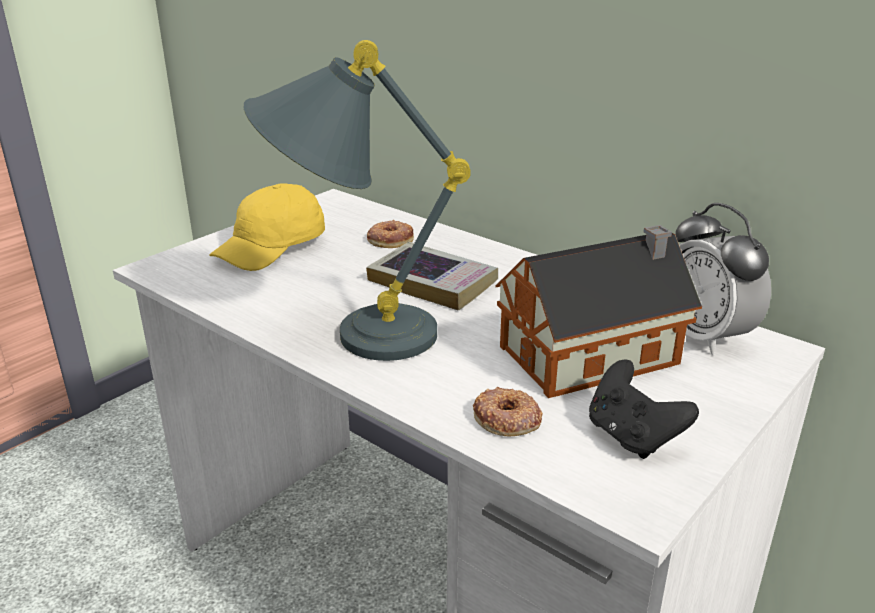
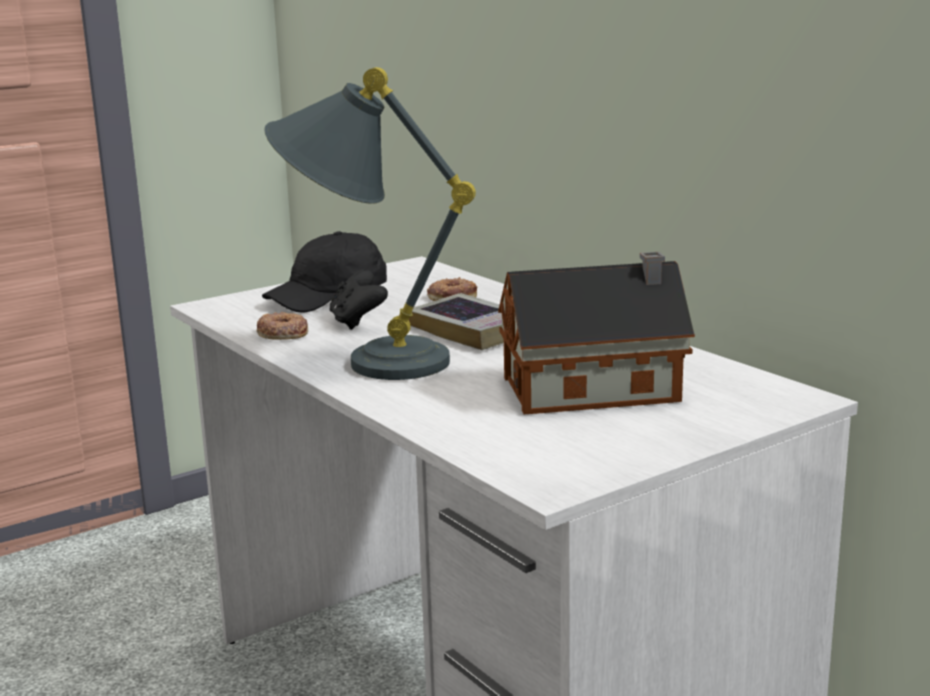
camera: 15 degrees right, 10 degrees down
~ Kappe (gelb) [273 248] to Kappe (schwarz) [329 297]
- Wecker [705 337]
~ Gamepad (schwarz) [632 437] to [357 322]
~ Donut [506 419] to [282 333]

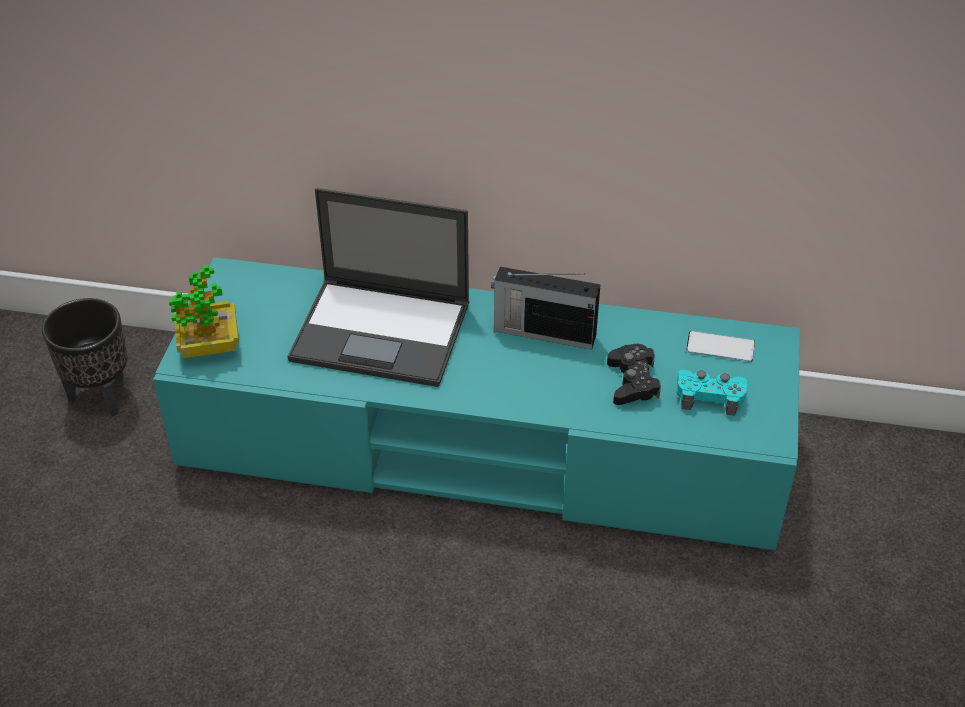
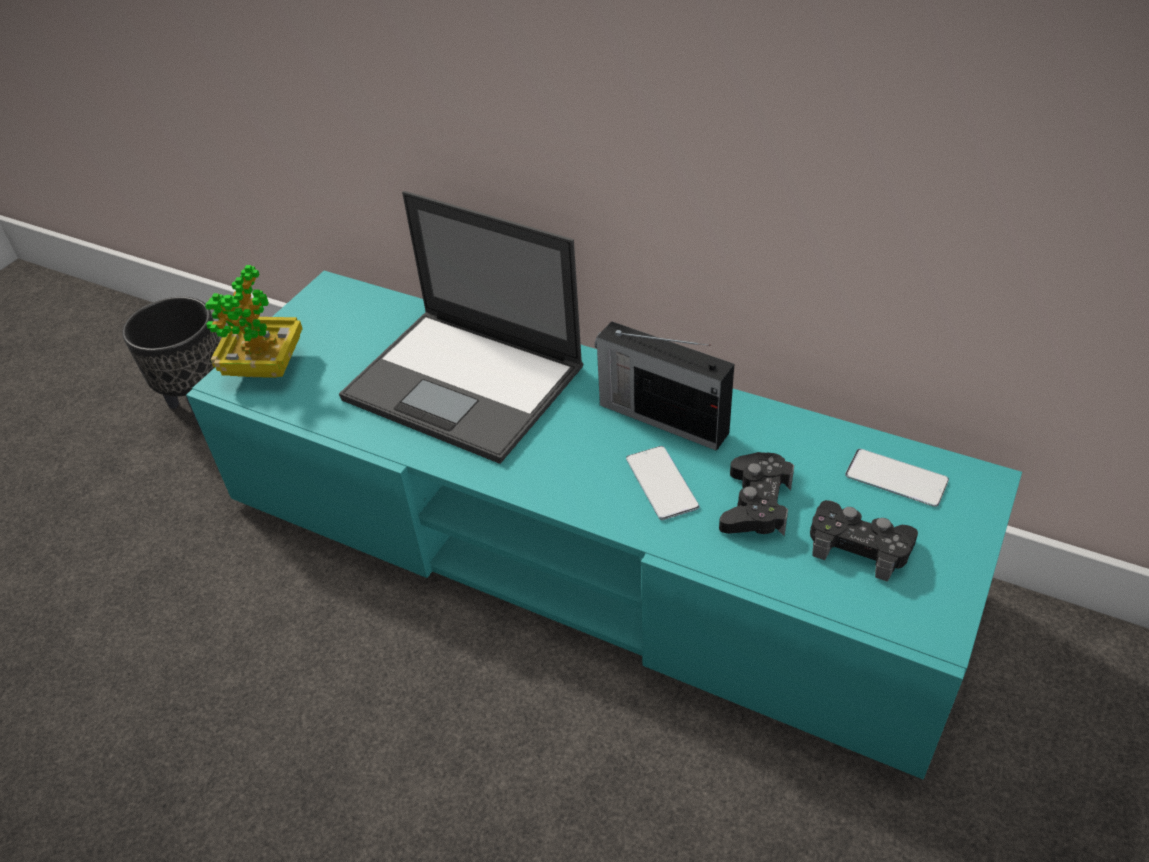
camera: 20 degrees right, 0 degrees up
~ Gamepad (türkis) [710 396] to Gamepad (schwarz) [859 546]
+ Handy [661 483]

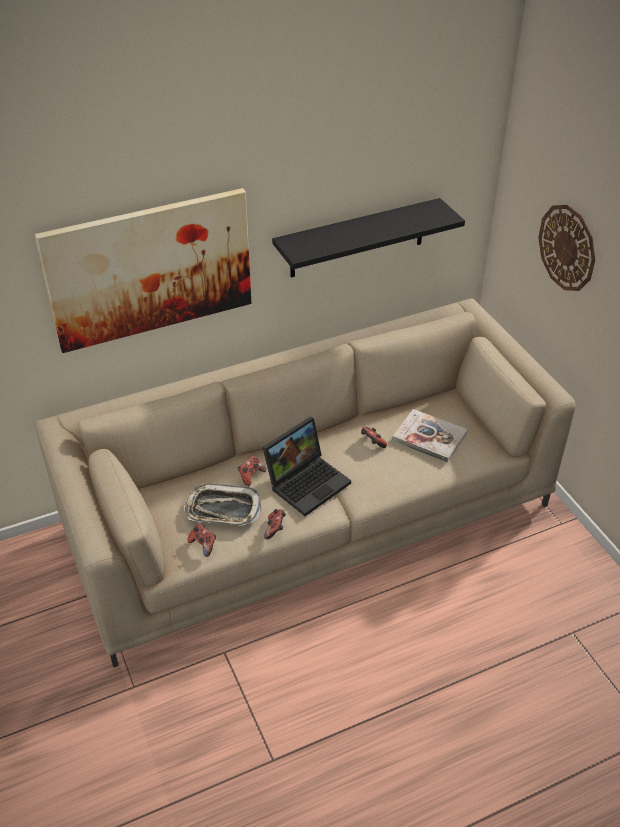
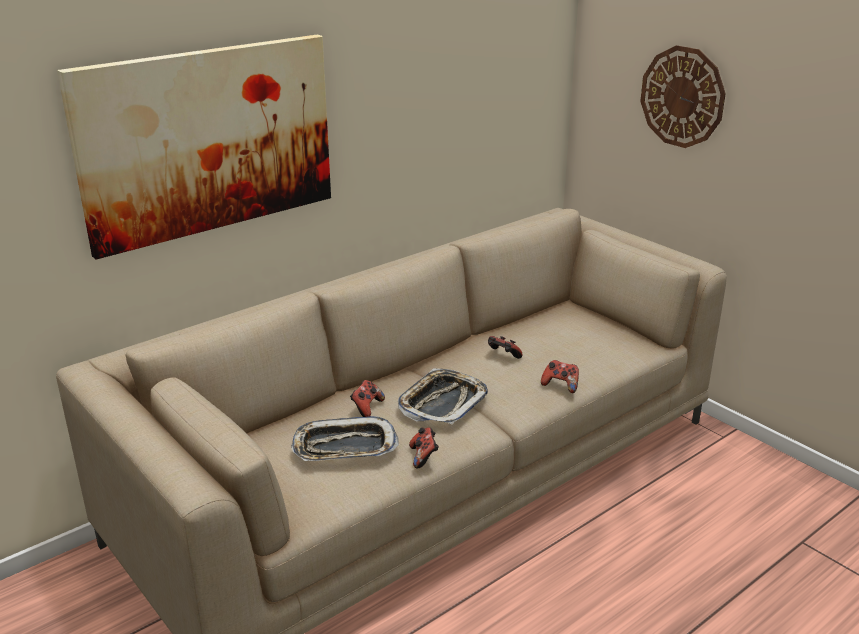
camera: 15 degrees left, 15 degrees down
- Wandregal (schwarz) [357 238]
- Buch [429 437]
~ Laptop [307 481] to Tablett [442 403]
~ Gamepad [203 545] to [560 385]

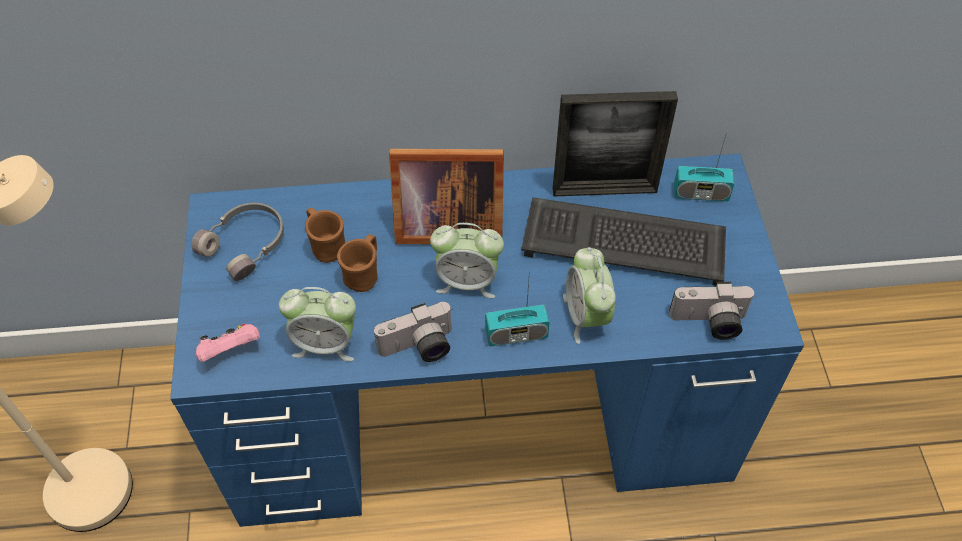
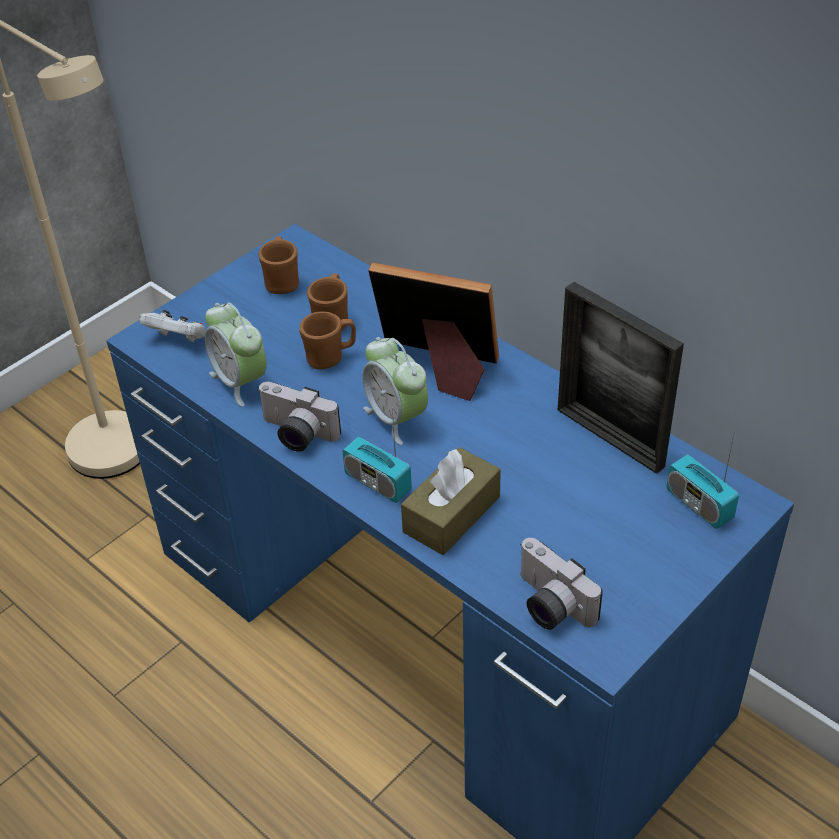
camera: 50 degrees right, 10 degrees down
~ Bilderrahmen [444 224] = [438 367] 150 degrees clockwise
- Tastatur [626 241]
~ Kopfhörer (grau) [246 245] to Henkelbecher (braun) [282 281]
~ Wecker [586 316] to Taschentuchbox (braun) [451 514]
~ Gamepad (rosa) [230 351] to Gamepad (weiß) [178 339]

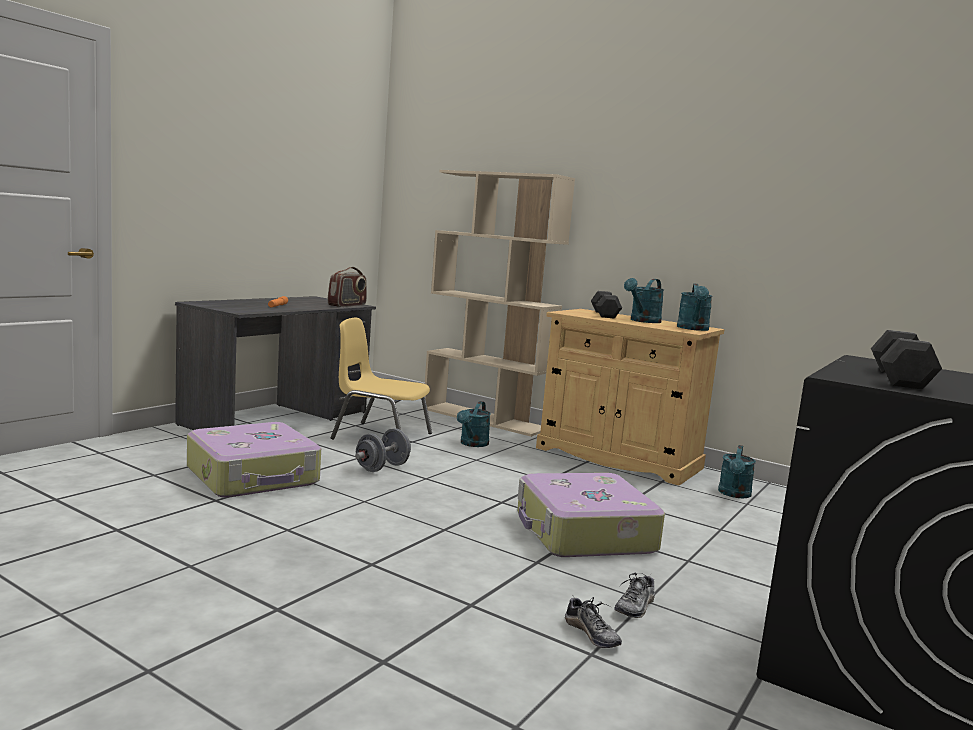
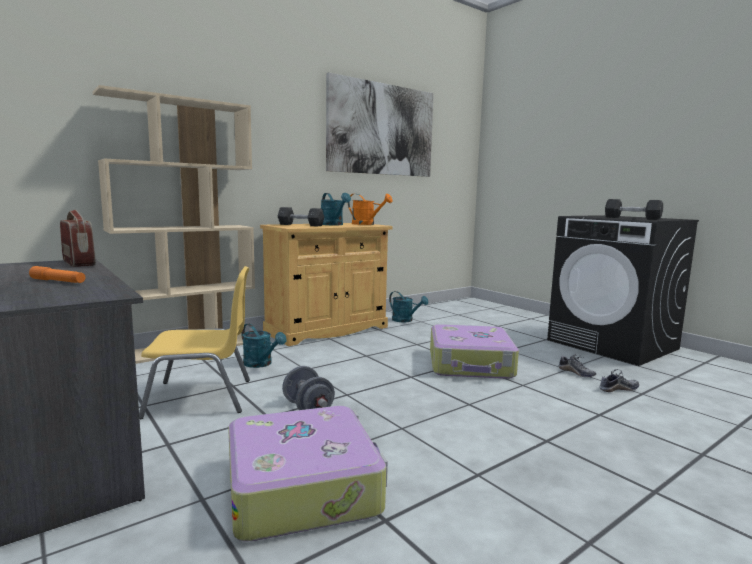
camera: 70 degrees left, 0 degrees up
~ Gießkanne (türkis) [693 329] to Gießkanne (orange) [367 224]
~ Stuhl (gelb) [380 436] = [201 398] 135 degrees counterclockwise
+ Bild [381 129]

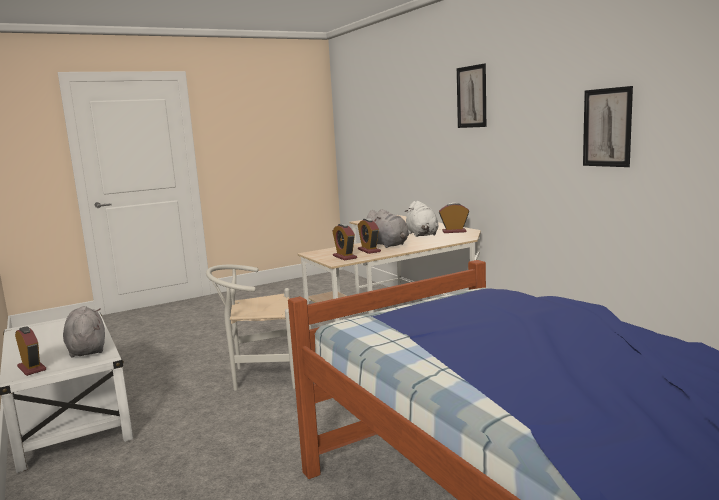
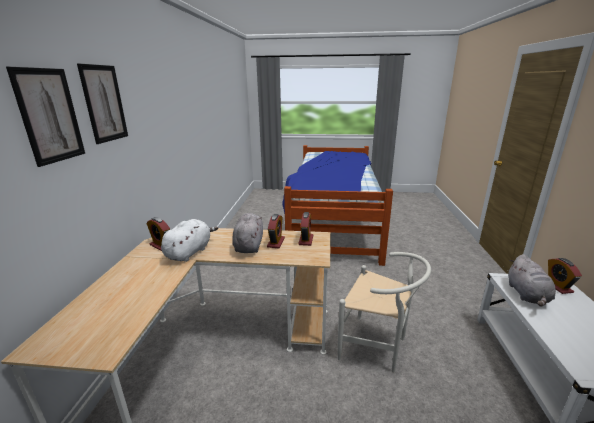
camera: 145 degrees left, 10 degrees up
~ Bild [607 127] to [49 116]

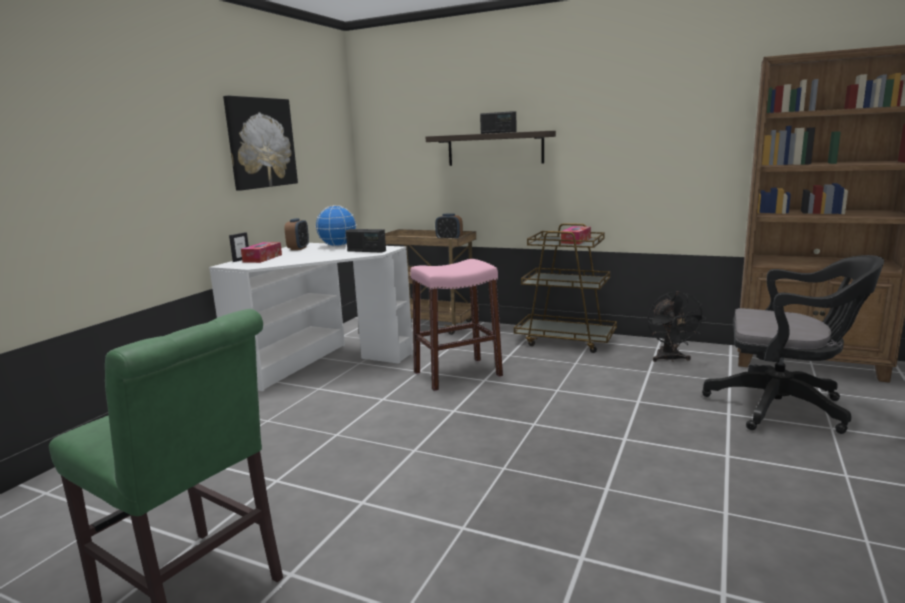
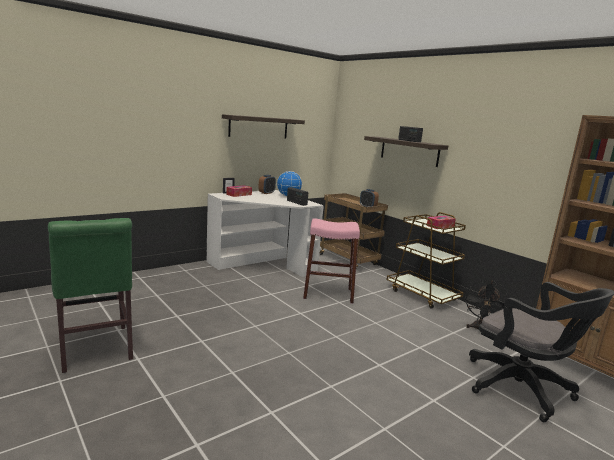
camera: 25 degrees right, 0 degrees up
~ Bild [260 143] to Wandregal [258 127]

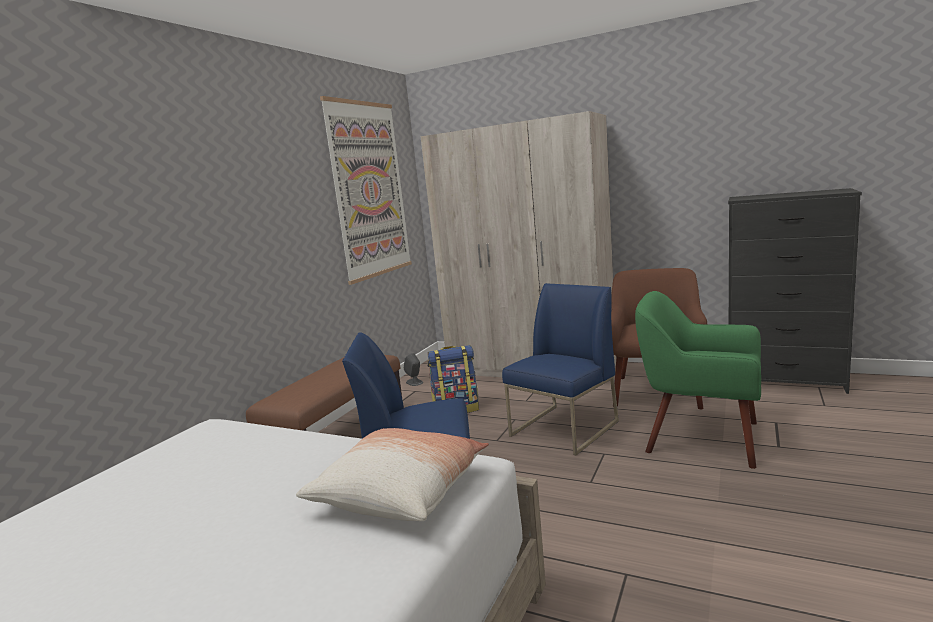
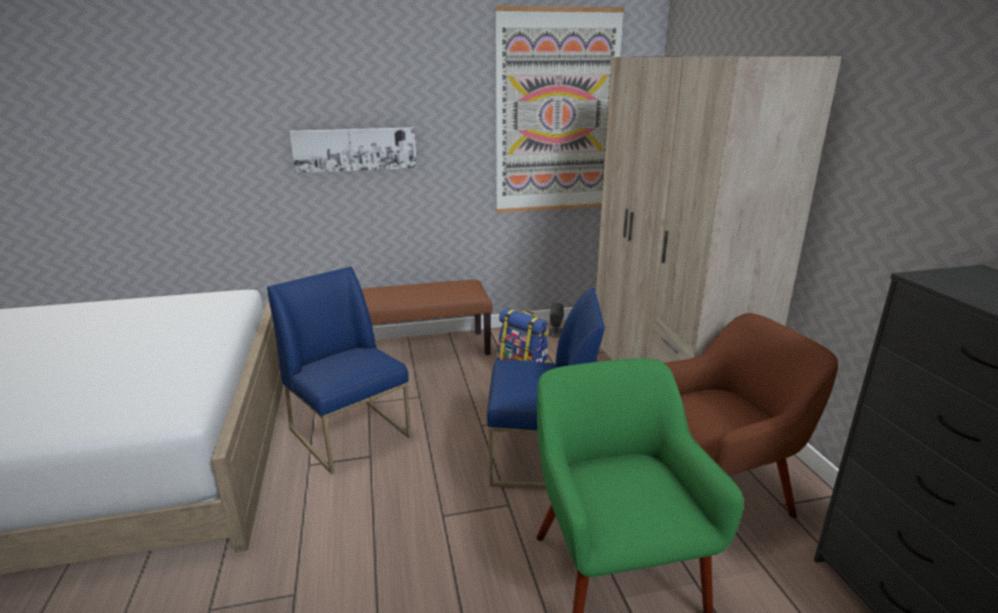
camera: 50 degrees right, 10 degrees up
- Kissen [401 492]
+ Bild [355 149]

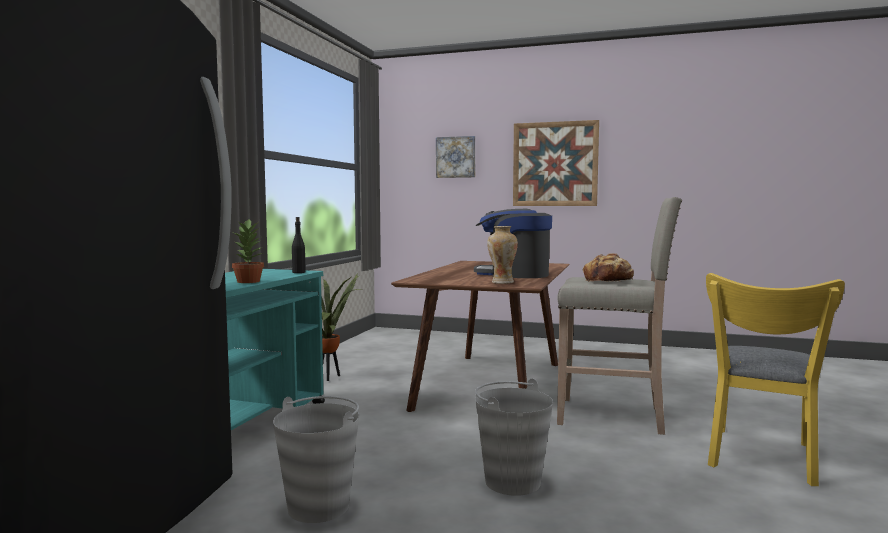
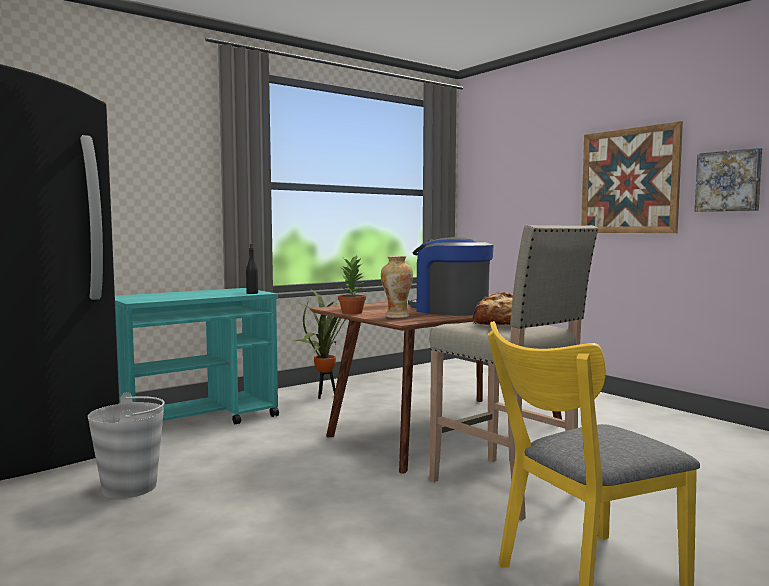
camera: 35 degrees right, 0 degrees up
~ Bild [456 157] to [728 181]
~ Topfpflanze [249 281] to [352 313]
- Eimer (grau) [512 481]

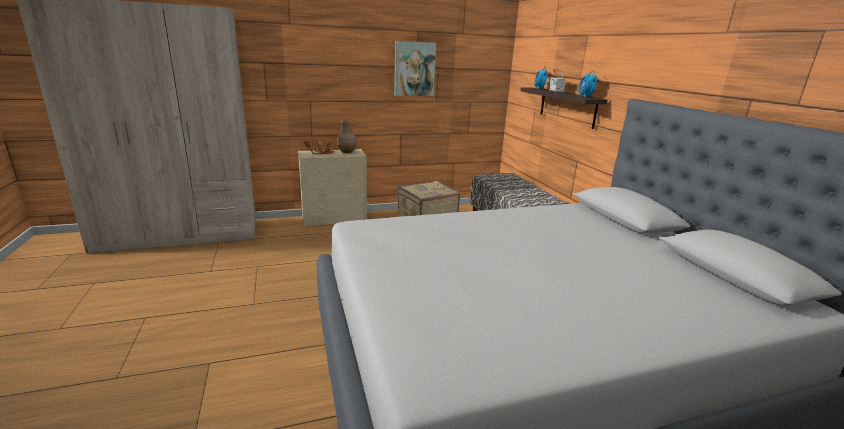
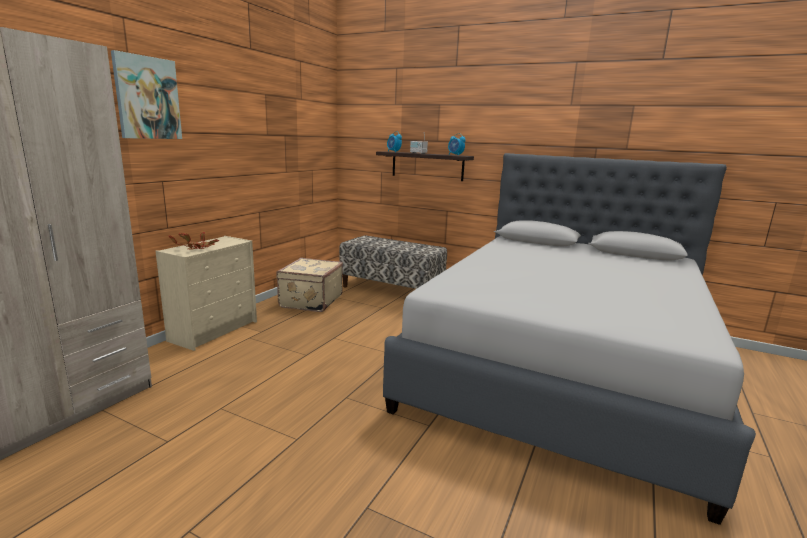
camera: 45 degrees left, 5 degrees down
~ Bild [414 69] to [147 98]
- Vase (braun) [346 152]

